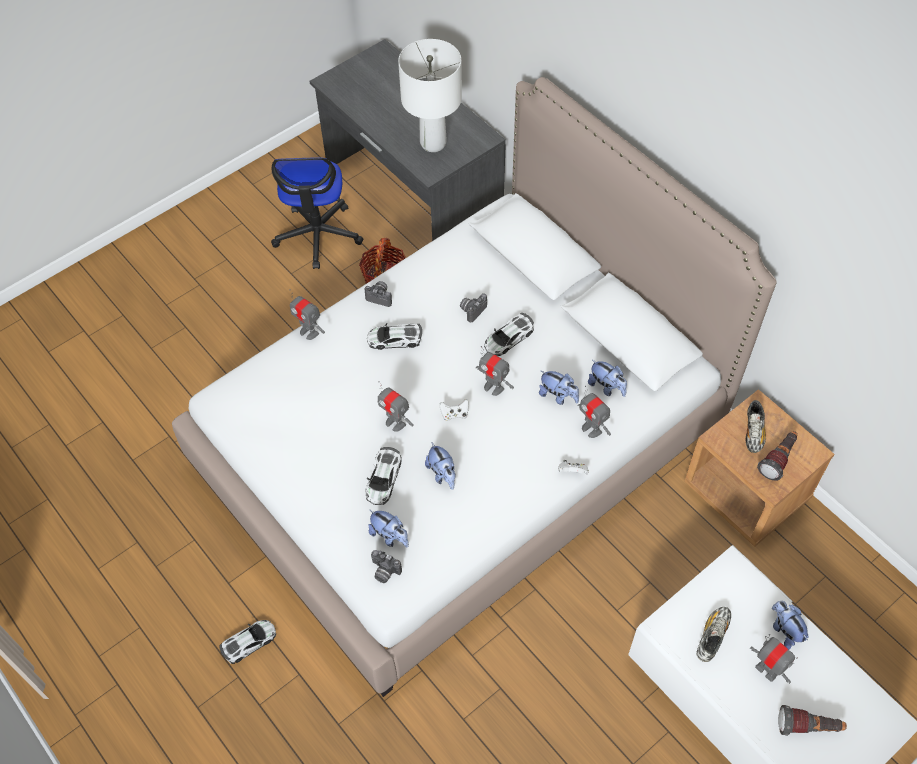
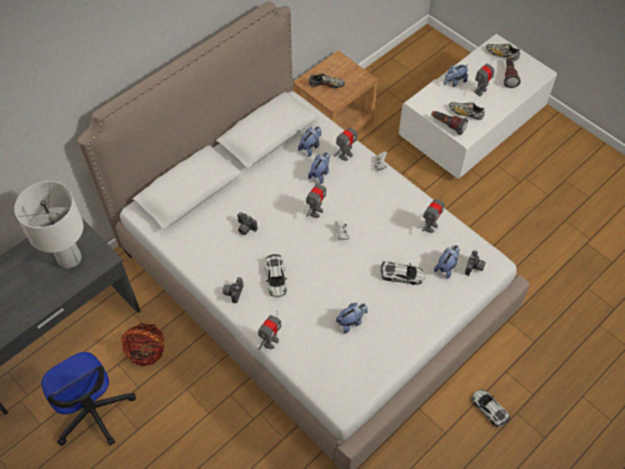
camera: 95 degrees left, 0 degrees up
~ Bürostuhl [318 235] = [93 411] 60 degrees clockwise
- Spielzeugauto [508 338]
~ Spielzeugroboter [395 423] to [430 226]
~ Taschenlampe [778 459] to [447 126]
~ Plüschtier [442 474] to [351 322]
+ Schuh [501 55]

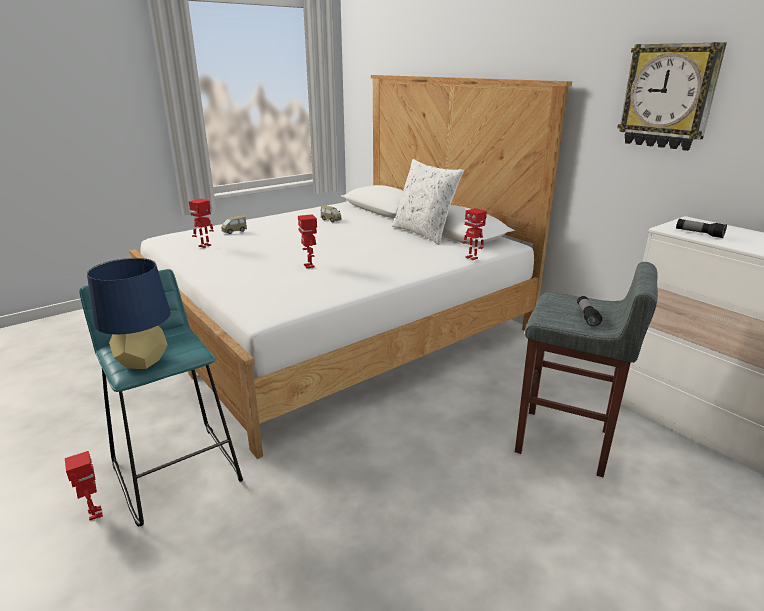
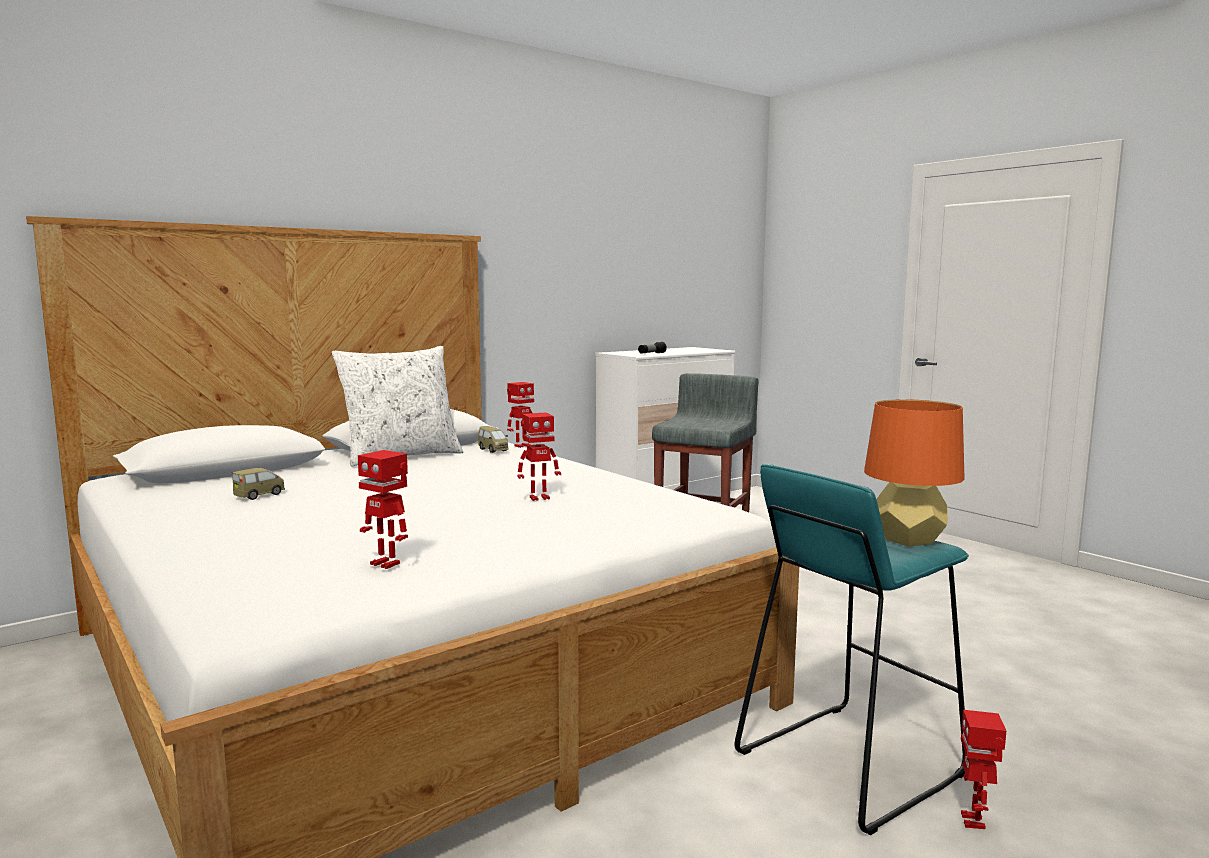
camera: 90 degrees left, 15 degrees down
- Wanduhr [668 96]
~ Spielzeugauto [234 231] to [493 449]
~ Tischlampe (blau) [143 361] to Tischlampe (orange) [908 540]
- Taschenlampe [587 316]
~ Spielzeugroboter [94 514] = [974 821] 45 degrees counterclockwise

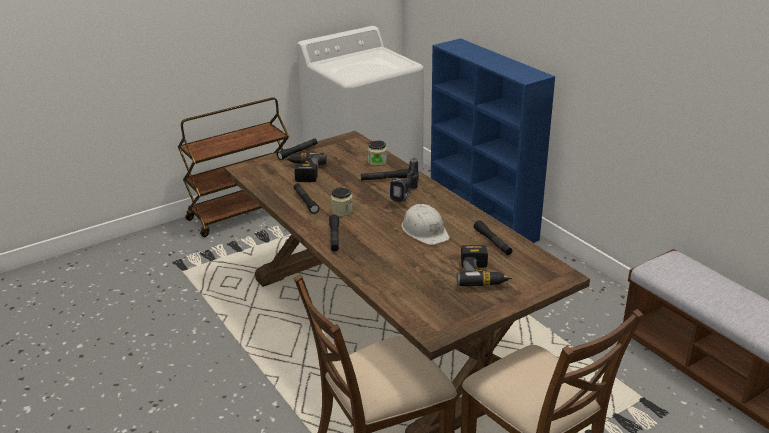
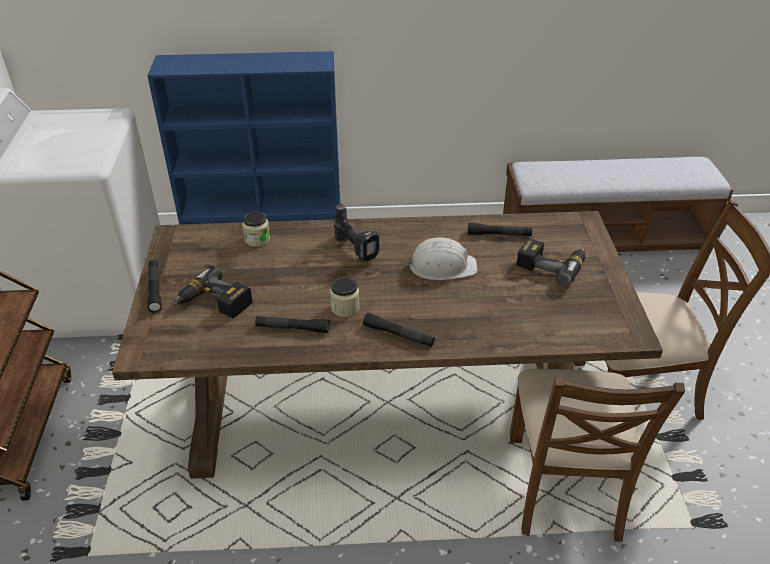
camera: 60 degrees left, 10 degrees up
- Taschenlampe (schwarz) [385 179]

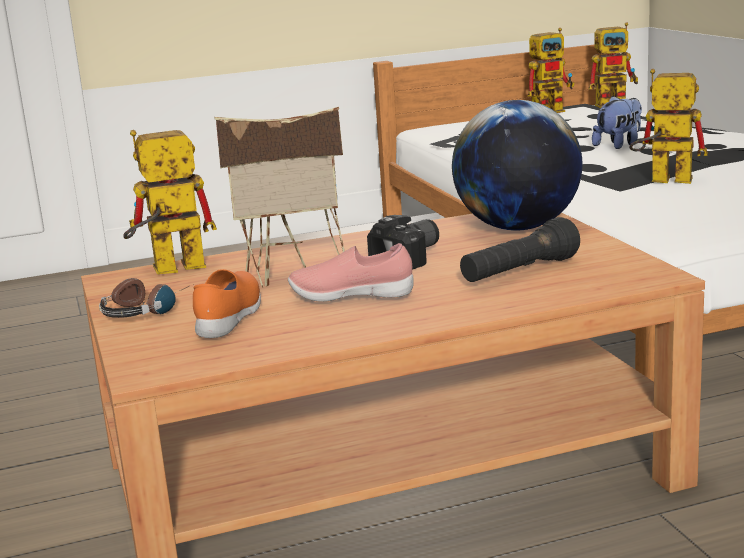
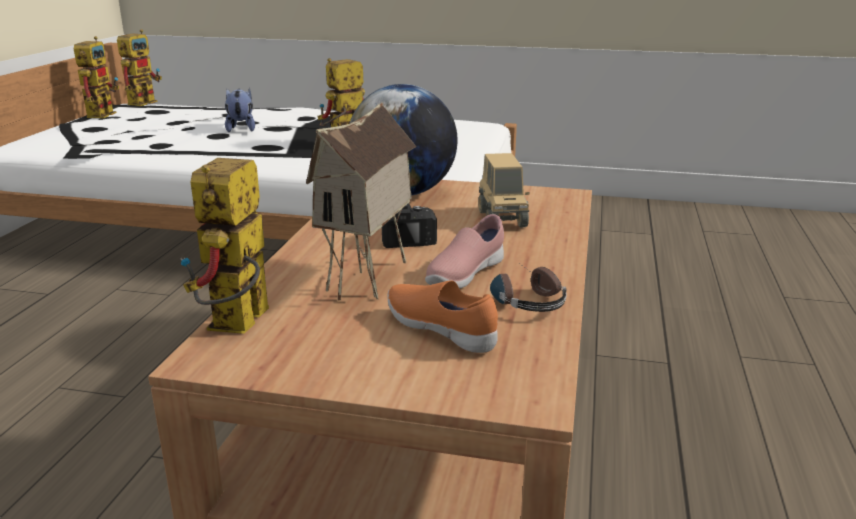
camera: 60 degrees left, 5 degrees up
~ Taschenlampe (schwarz) [519 273] to Spielzeuglaster [502 219]
~ Kopfhörer [146 309] to [524 299]

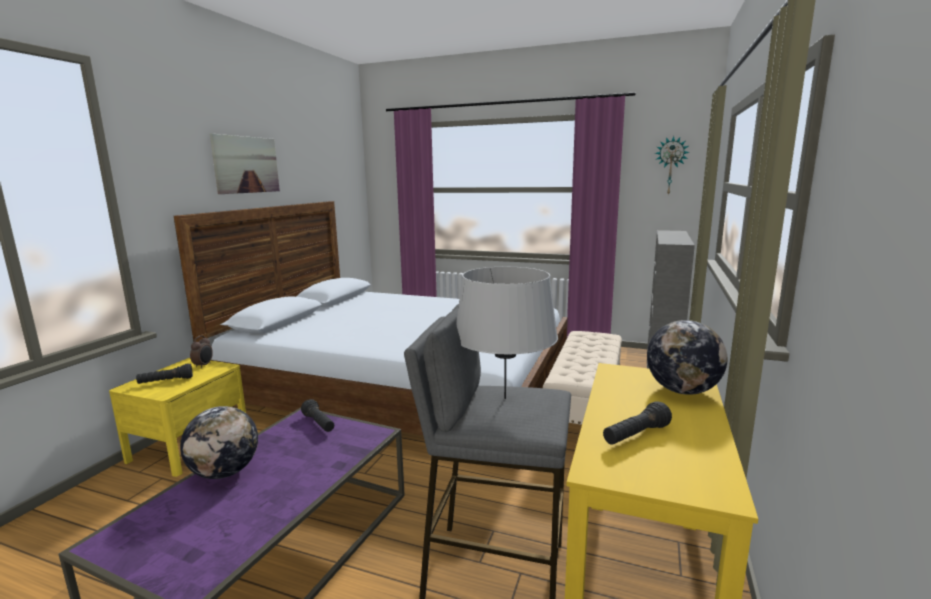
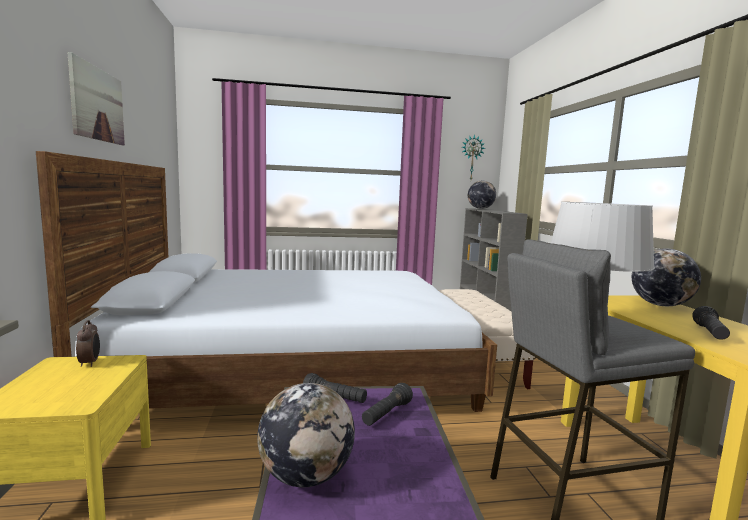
camera: 30 degrees left, 5 degrees down
~ Taschenlampe (schwarz) [166 381] to [386 414]
+ Globus [480 208]

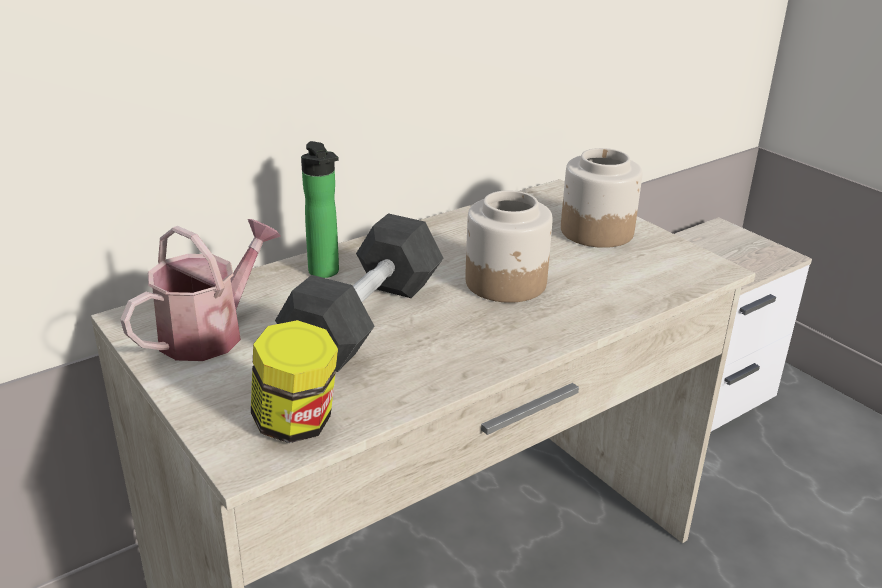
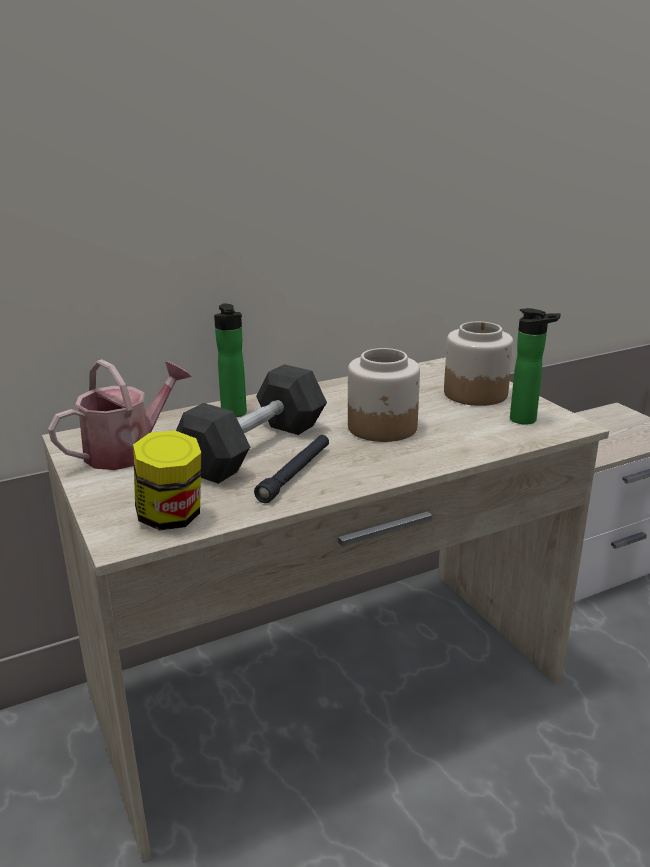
camera: 10 degrees right, 5 degrees down
+ Flasche [527 420]
+ Taschenlampe (schwarz) [295 474]

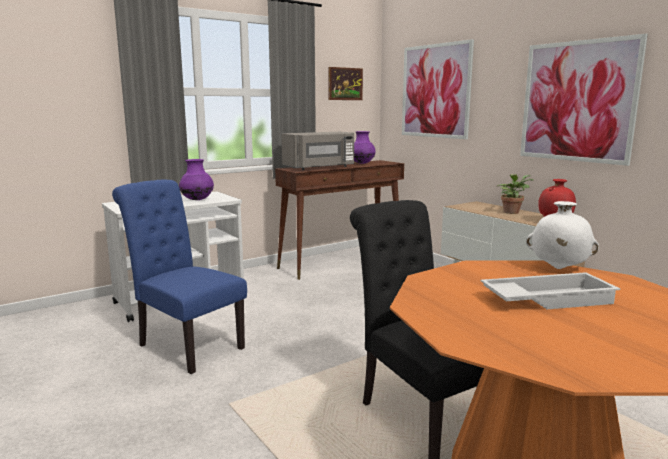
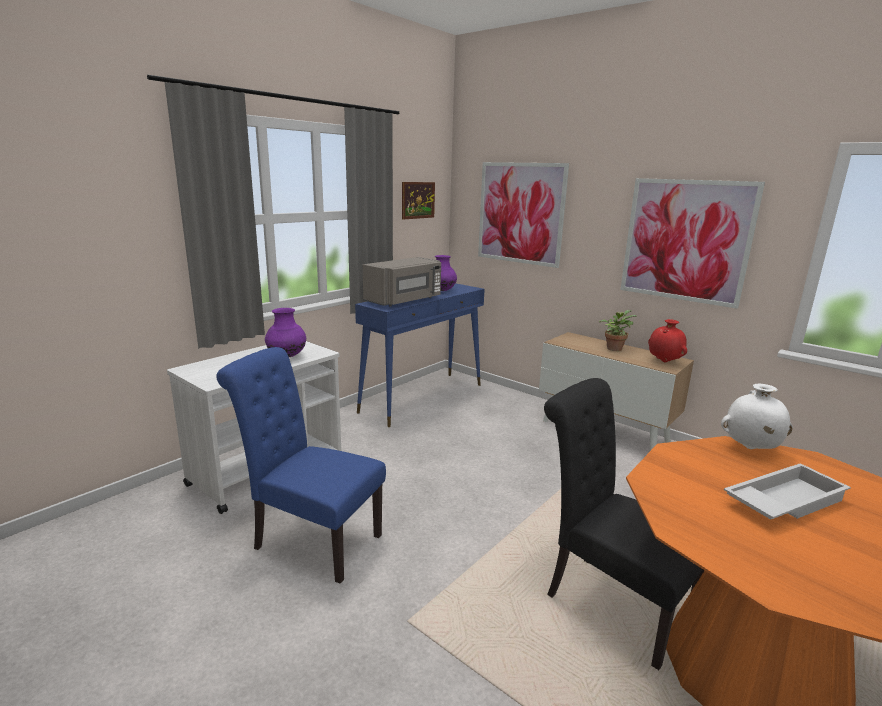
camera: 15 degrees left, 5 degrees up
~ Konsolentisch (braun) [342 262] to Konsolentisch (blau) [423 397]

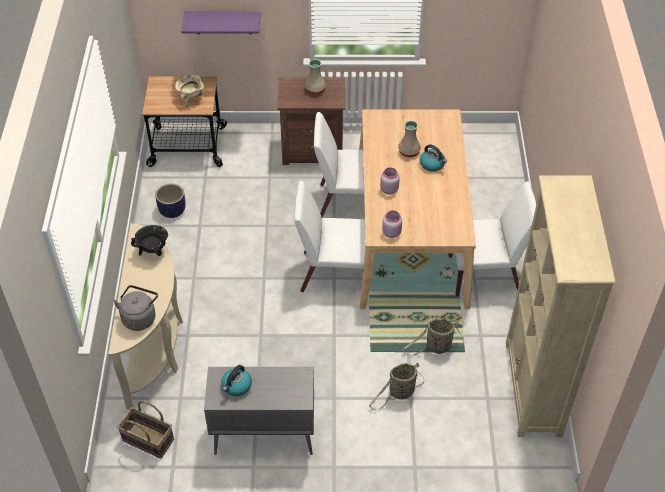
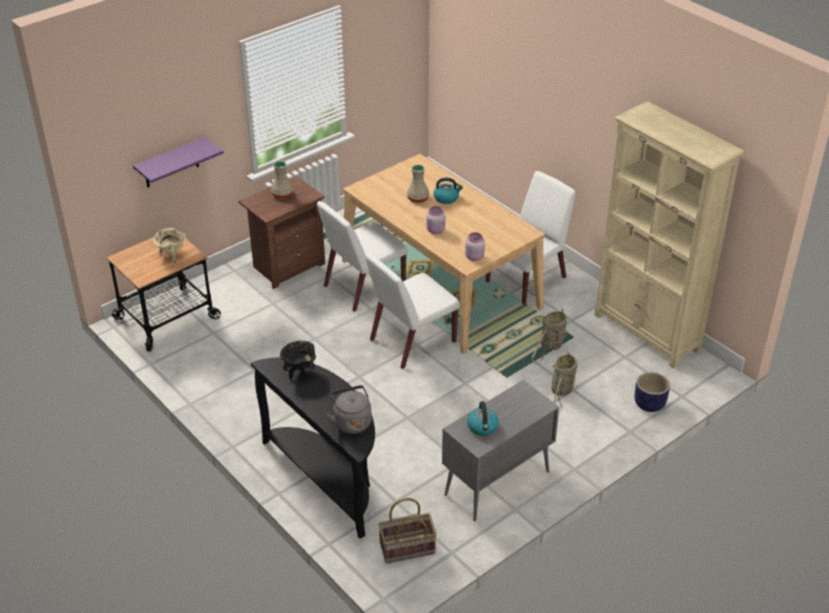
camera: 40 degrees left, 10 degrees down
~ Pflanzkübel [172 210] to [649 404]
~ Konsolentisch (beige) [156 346] to Konsolentisch (schwarz) [327 478]

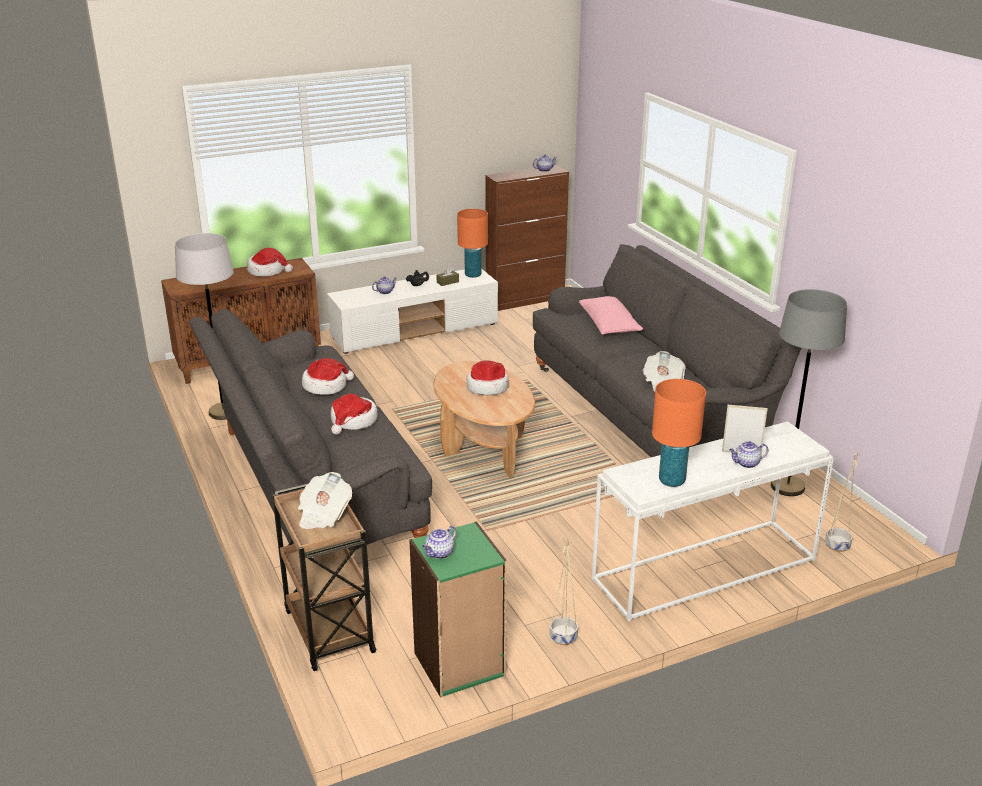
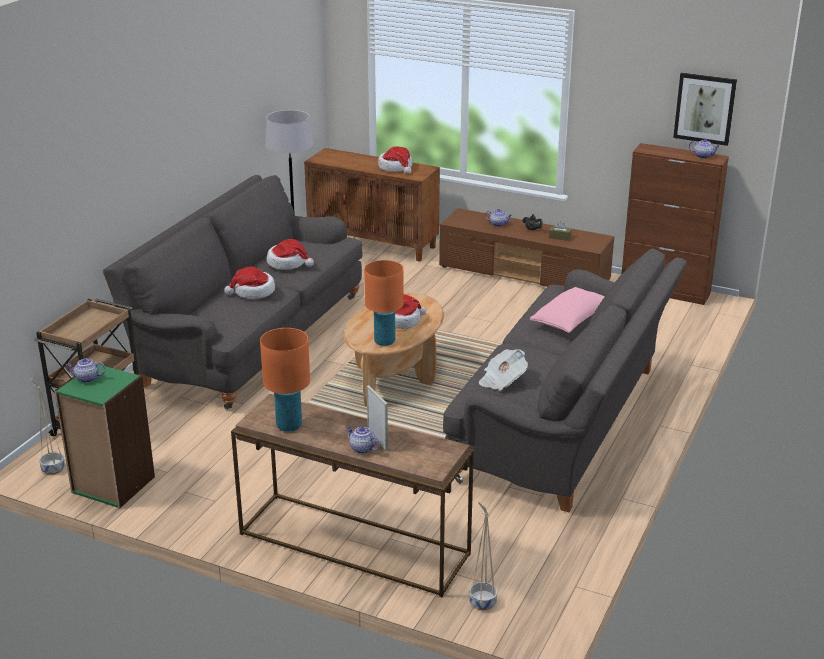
camera: 50 degrees right, 0 degrees up
~ Tischlampe (orange) [473 275] to [384 342]
~ Fernsehschrank (weiß) [415 331] to Fernsehschrank (braun) [525 274]
- Stehlampe (grau) [787 487]
~ Konsolentisch (weiß) [704 570] to Konsolentisch (braun) [351 544]
- Zeitung [323 514]
~ Pflanzkübel (beige) [563 637] to [52 469]
+ Bild [705 108]

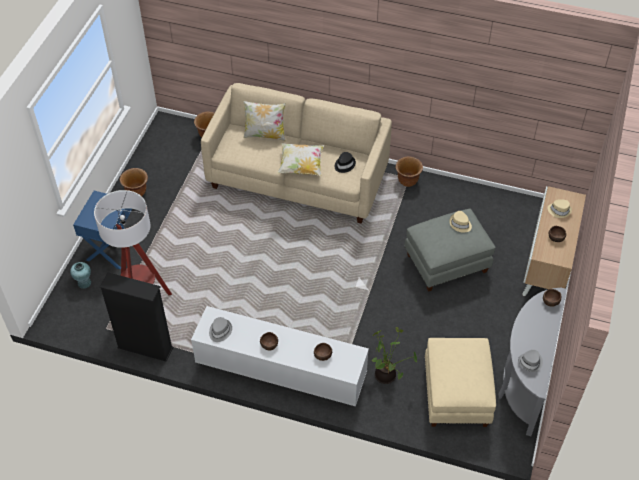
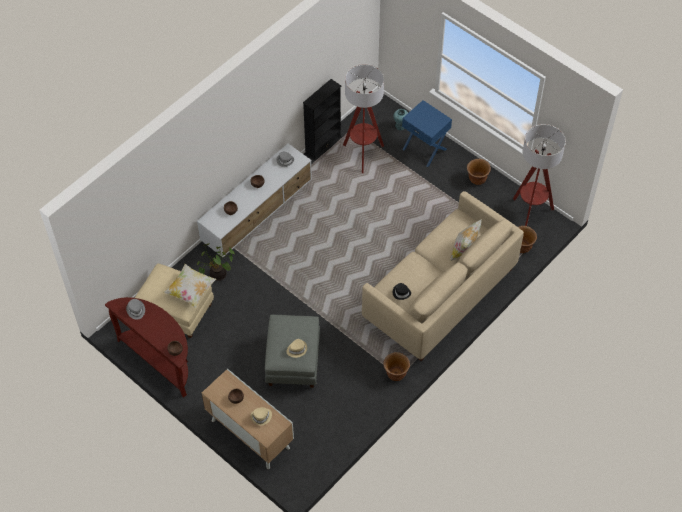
camera: 115 degrees right, 5 degrees up
~ Kissen [301 166] to [191 291]
~ Konsolentisch (grau) [524 381] to Konsolentisch (braun) [160 360]
+ Stehlampe [530 213]

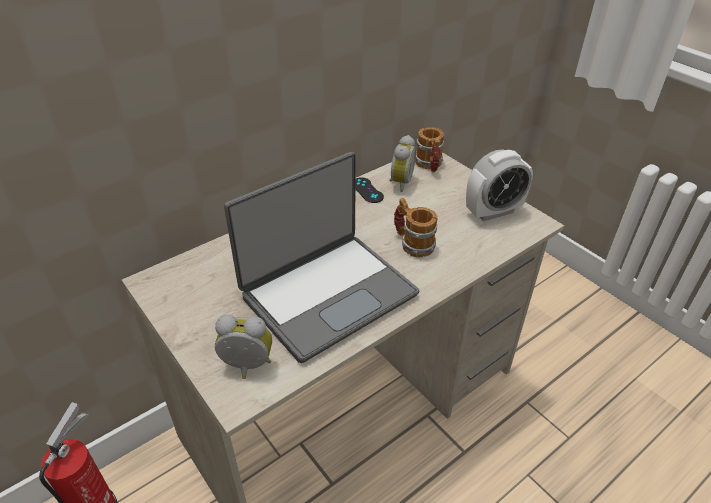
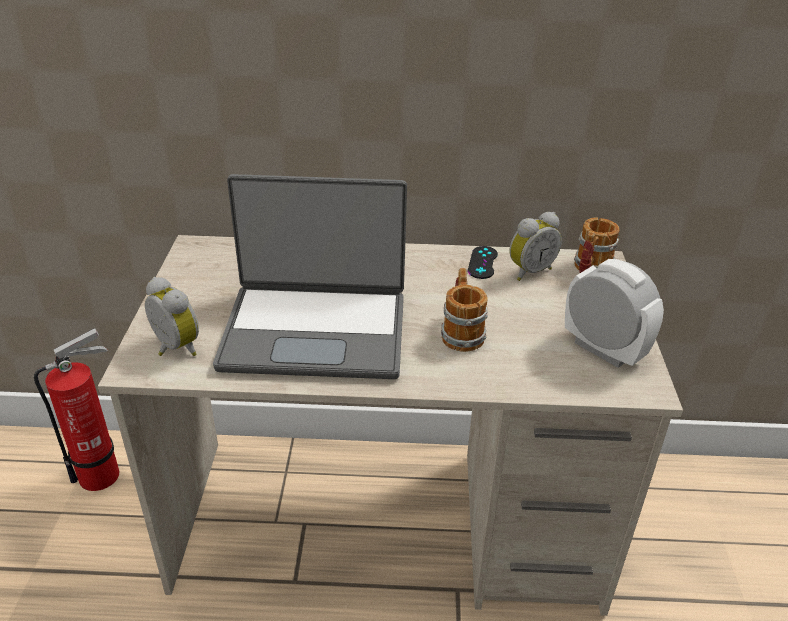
camera: 40 degrees right, 5 degrees down
~ Wecker [493 212] = [603 349] 150 degrees counterclockwise

